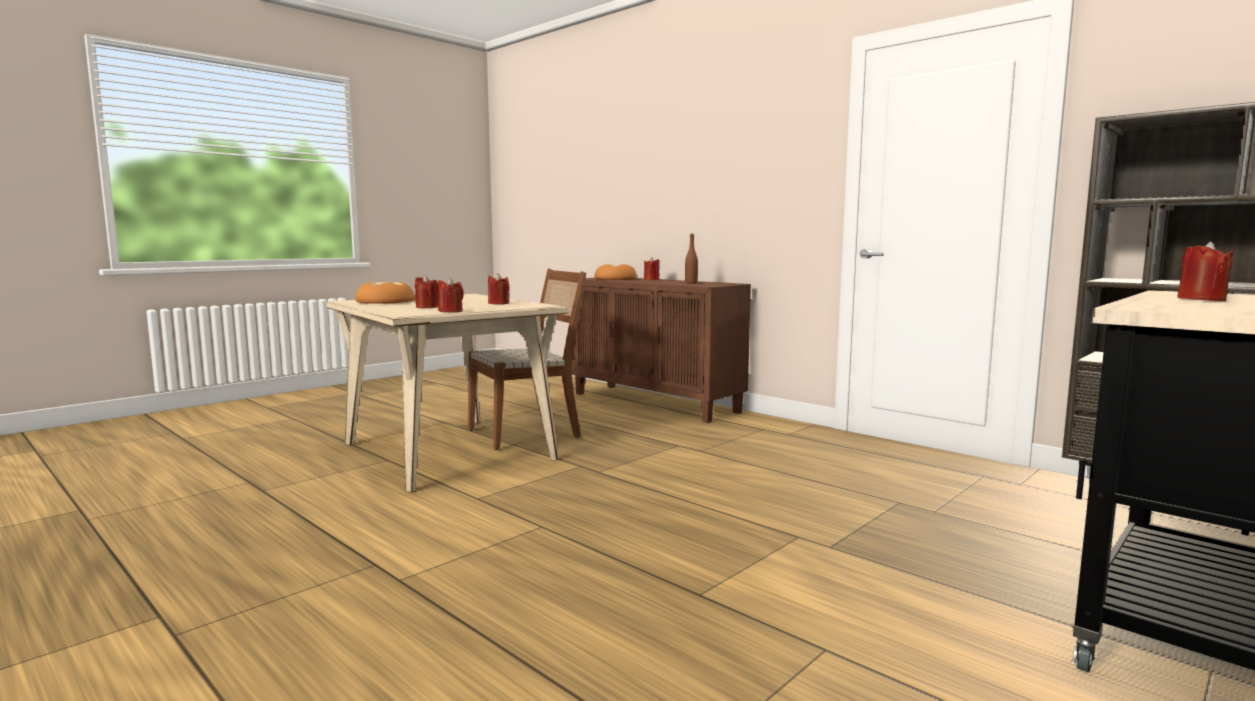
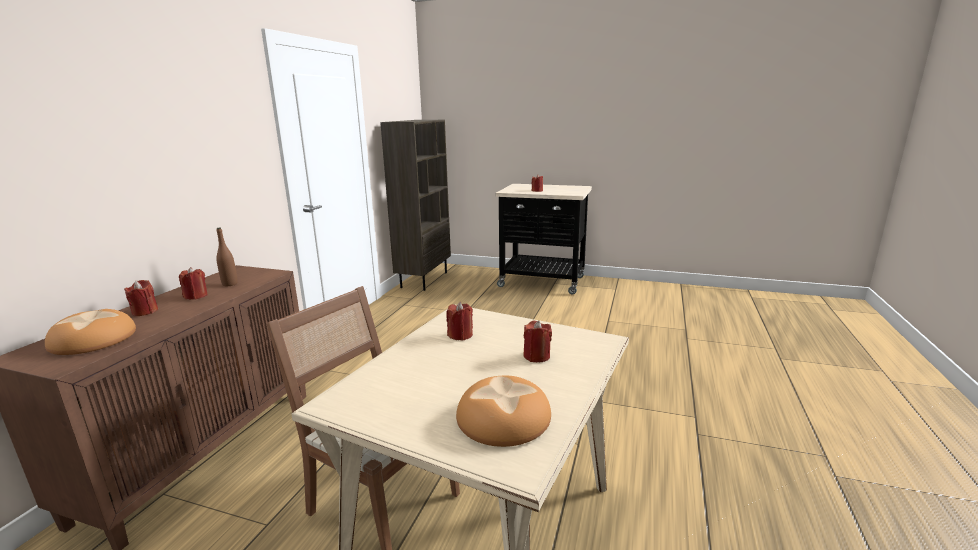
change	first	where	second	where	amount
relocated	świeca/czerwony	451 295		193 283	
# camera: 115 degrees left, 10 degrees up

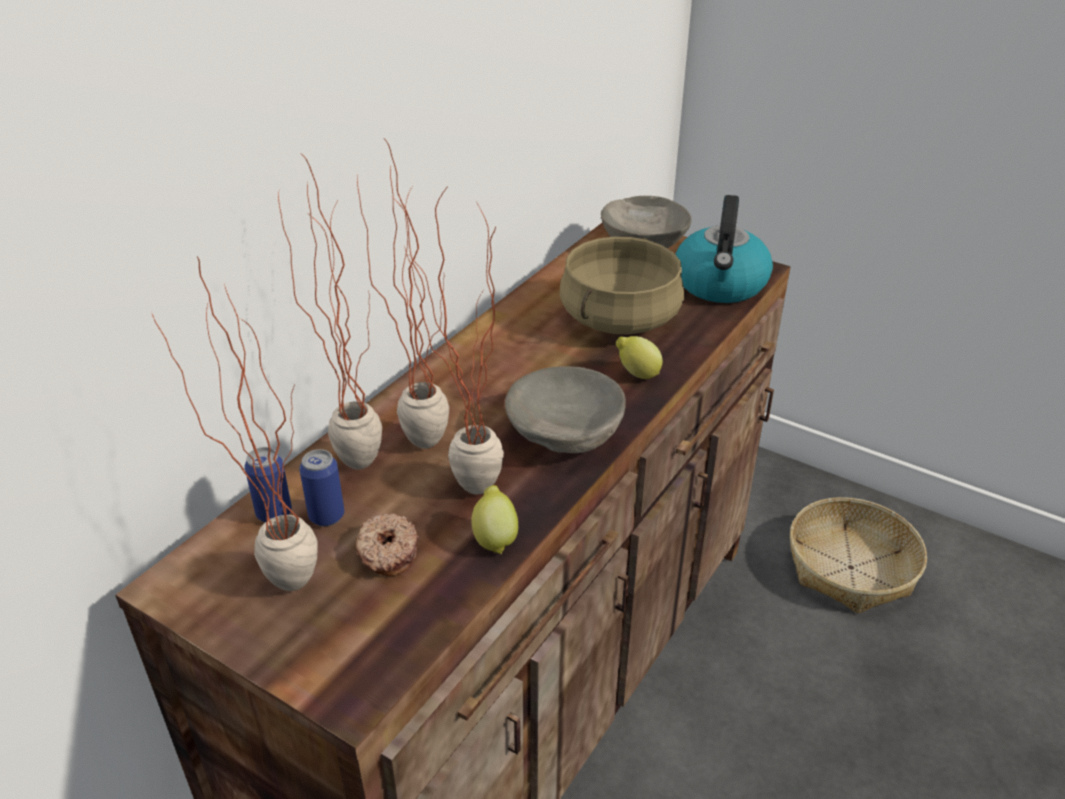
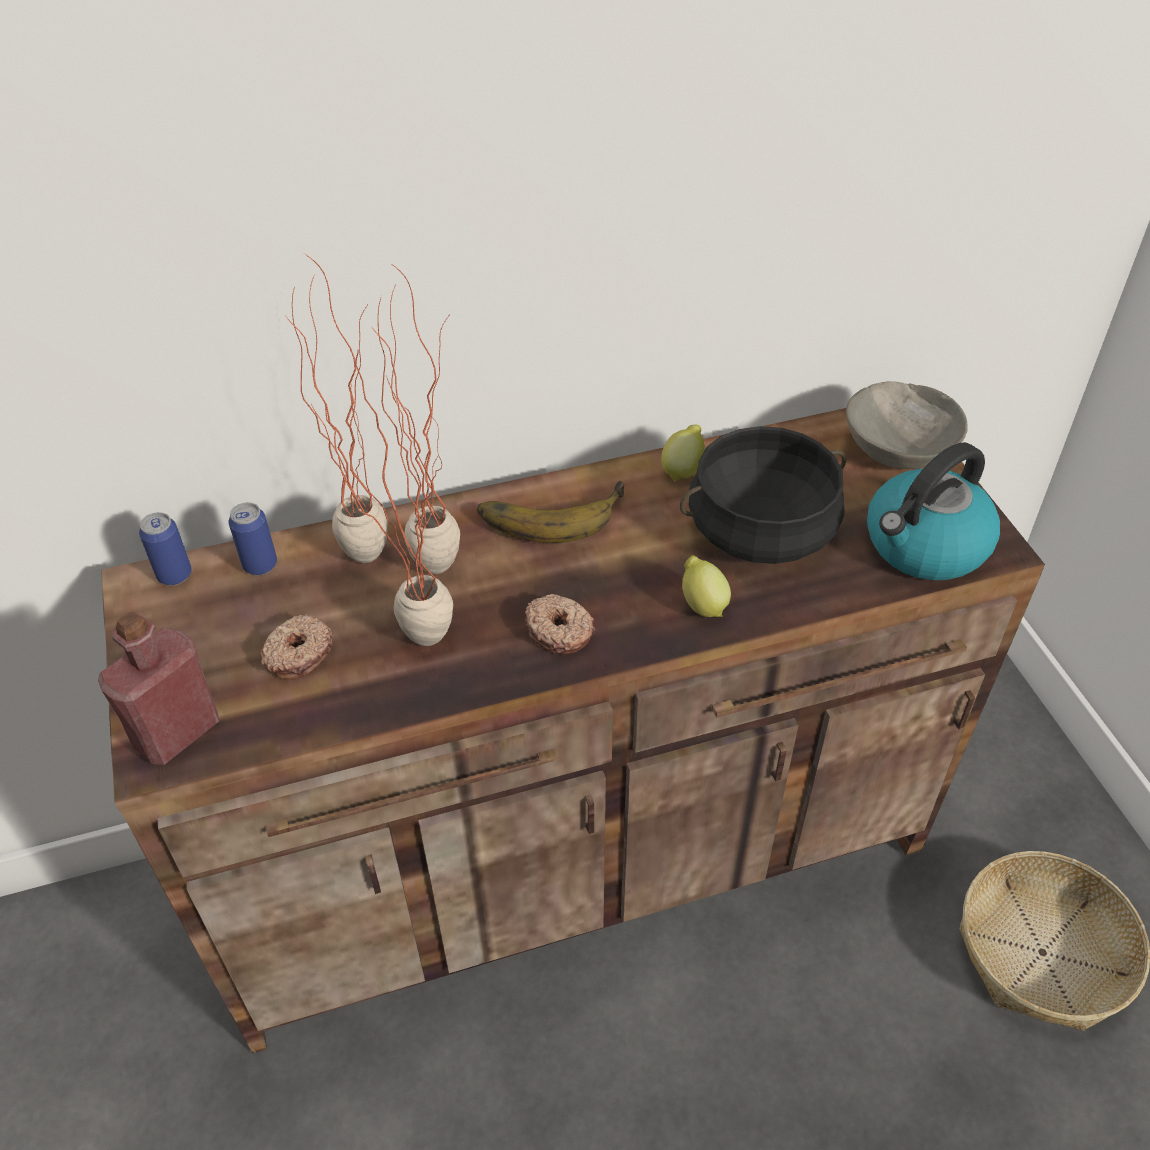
change	first	where	second	where	amount
colour	garnek/beżowy	622 285	garnek/czarny	763 495	
missing	roślina doniczkowa	234 423			
exchanged	miska/szary	565 409	donut	560 624	
relocated	puszka	321 487		165 549	
relocated	cytryna	494 519		683 453	
appeared			banan	550 512	
appeared			butelka/czerwony	158 688	
# camera: 40 degrees right, 10 degrees up

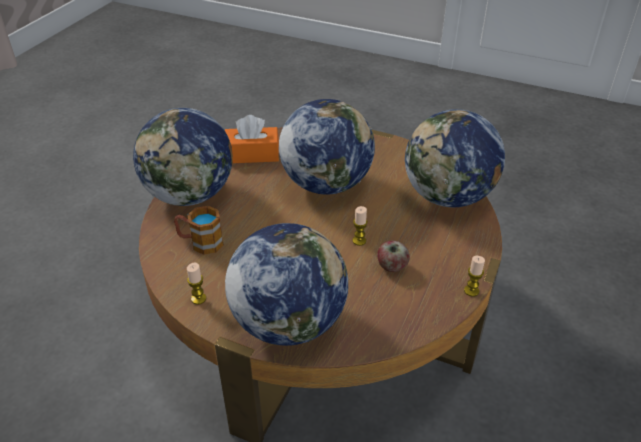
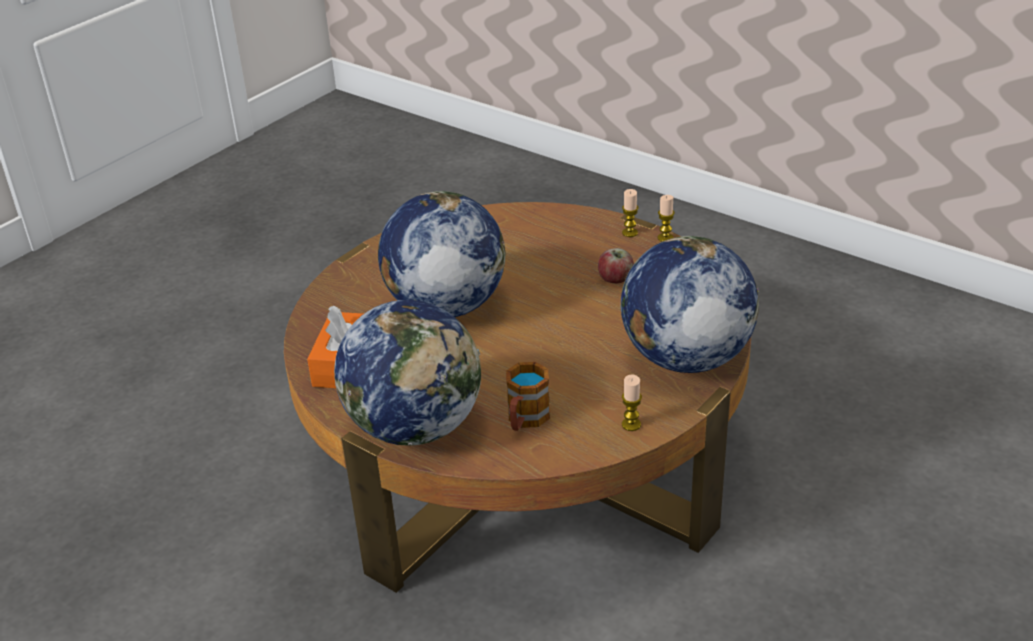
change	first	where	second	where	amount
missing	globus	455 158			
relocated	świeca	360 226		630 213	
# camera: 75 degrees left, 5 degrees down

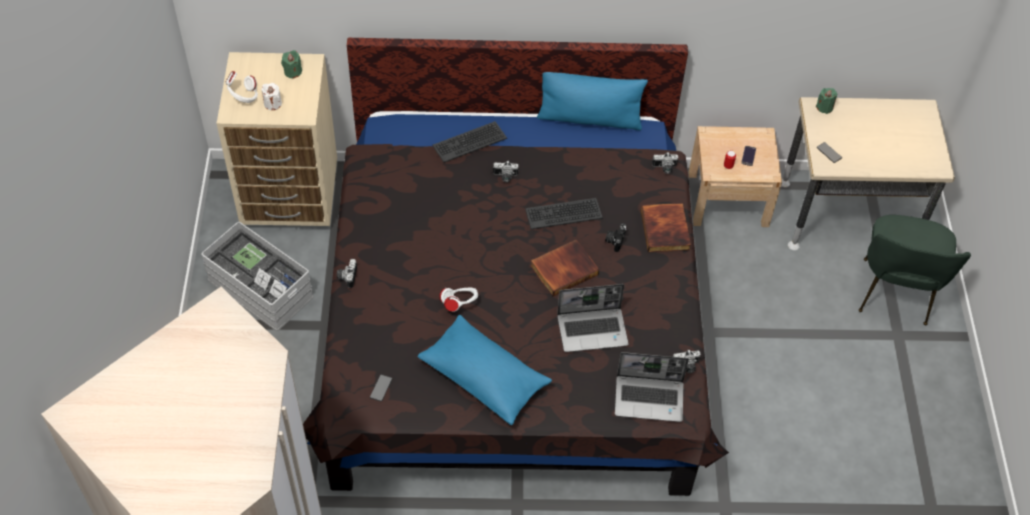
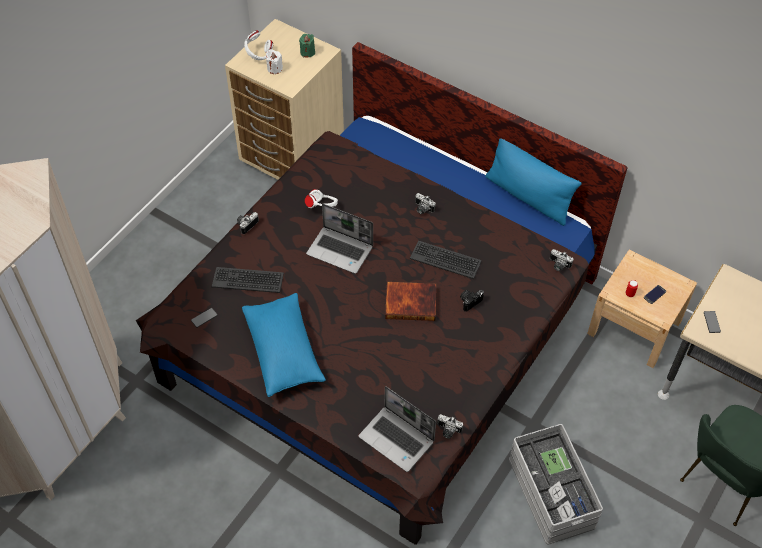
change	first	where	second	where	amount
missing	świeca/zielony	826 101			
relocated	klawiatura	469 142		248 280	
missing	książka	666 227			
relocated	pojemnik do przechowywania/szary	257 276		556 484	
relocated	laptop	593 318		339 239	
relocated	słuchawki/biały	458 300		321 198	
# camera: 35 degrees right, 0 degrees up

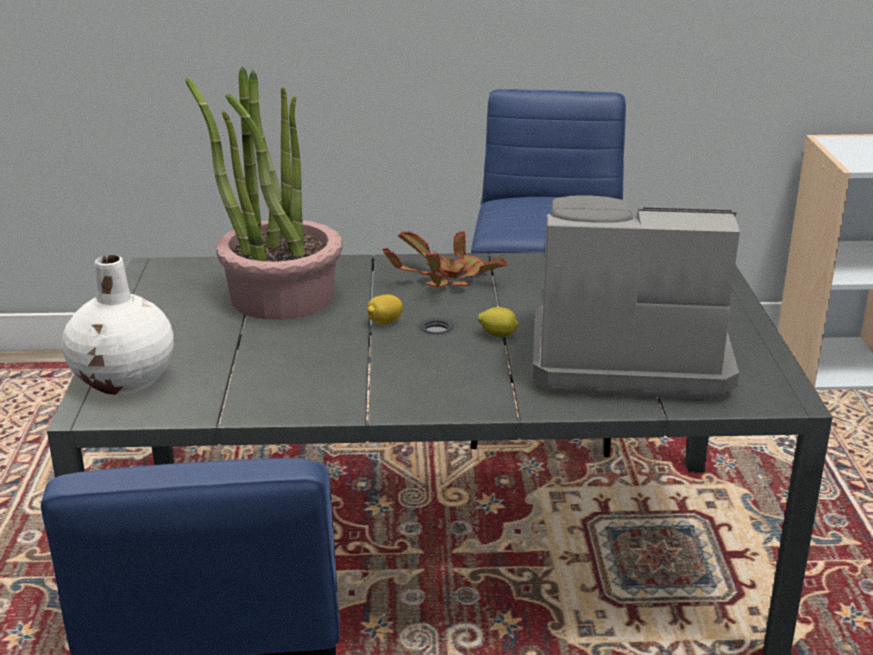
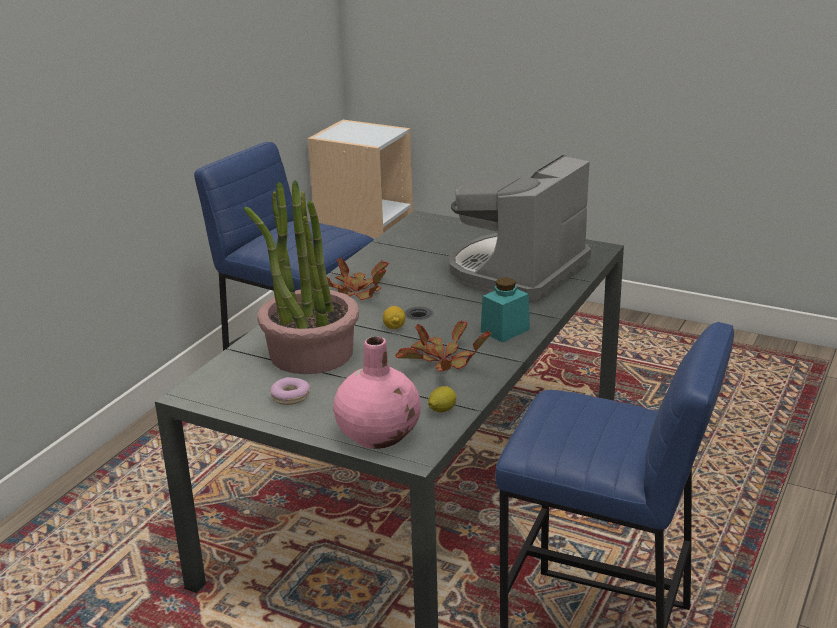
change	first	where	second	where	amount
colour	wazon/biały	118 325	wazon/różowy	377 393	
relocated	cytryna	498 322		442 399	
appeared			słoik/turkusowy	505 309	
appeared			roślina doniczkowa	443 346	
appeared			donut	290 391	
# camera: 60 degrees left, 0 degrees up

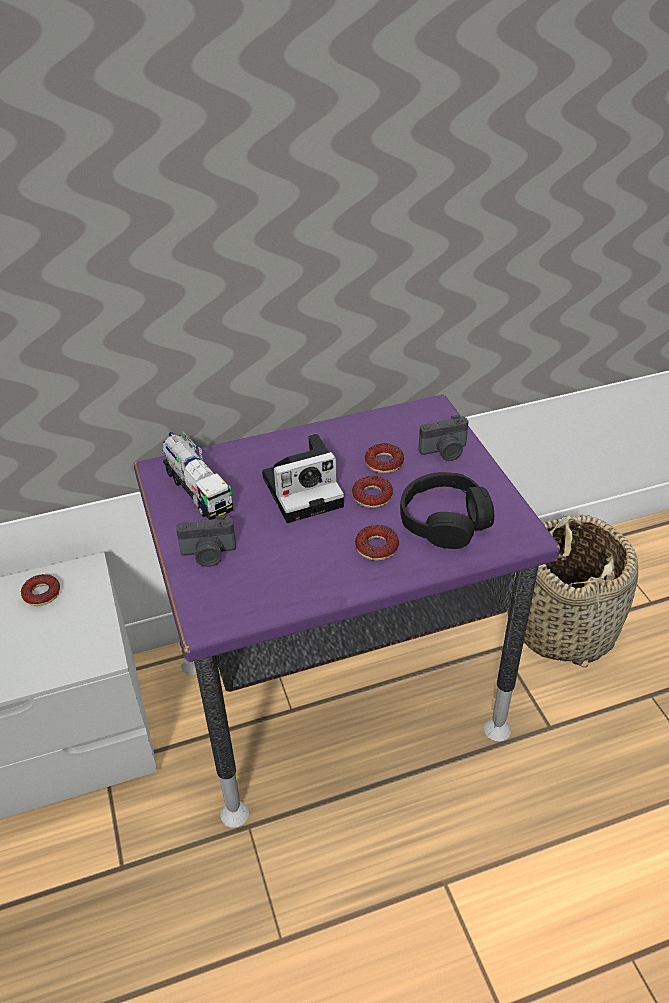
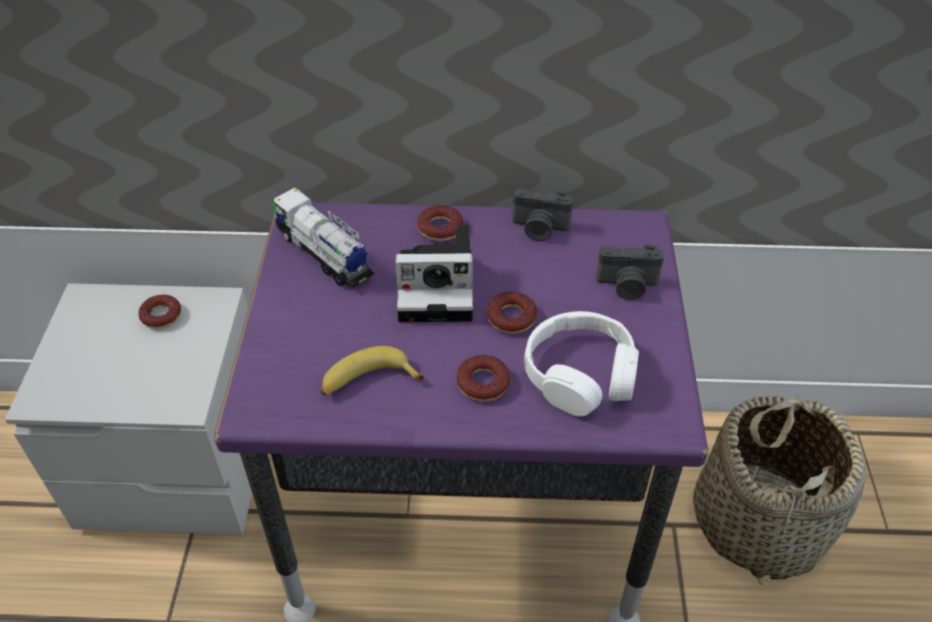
change	first	where	second	where	amount
spun	ciężarówka zabawkowa	197 476		323 238	150 degrees clockwise
relocated	donut	384 458		440 223	
colour	słuchawki/czarny	447 510	słuchawki/biały	581 363	
relocated	aparat fotograficzny	206 541		542 214	
appeared			banan	372 371	
# camera: 20 degrees right, 5 degrees up

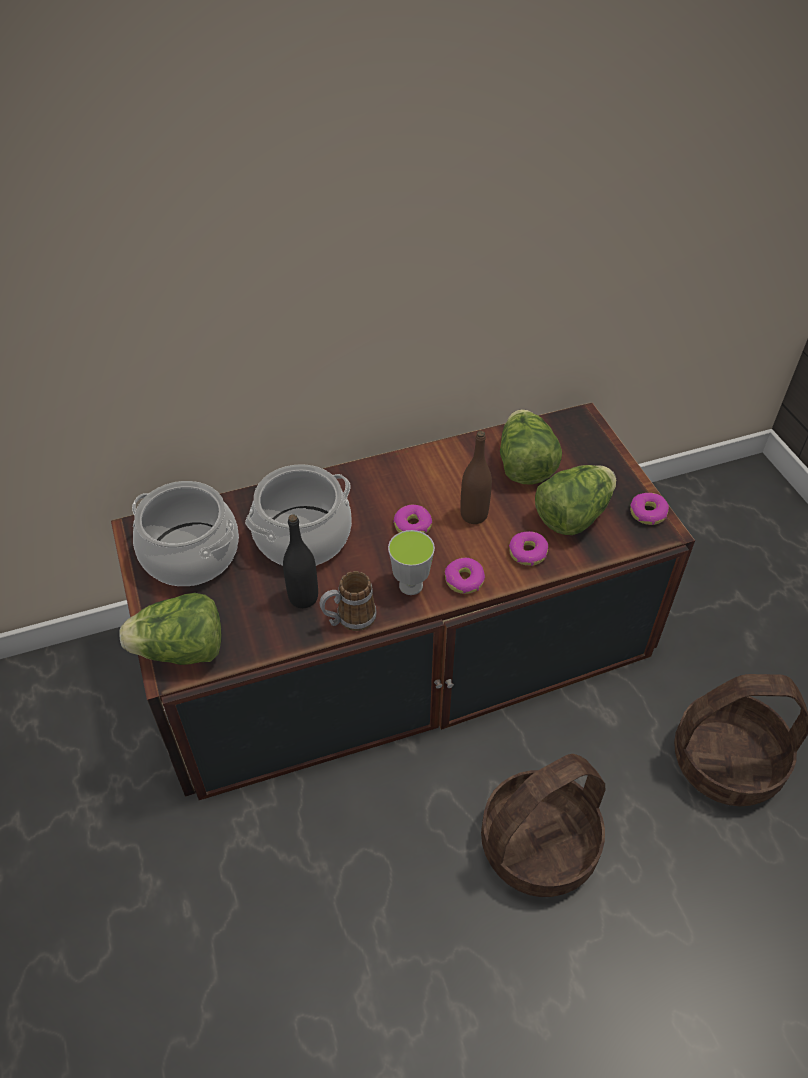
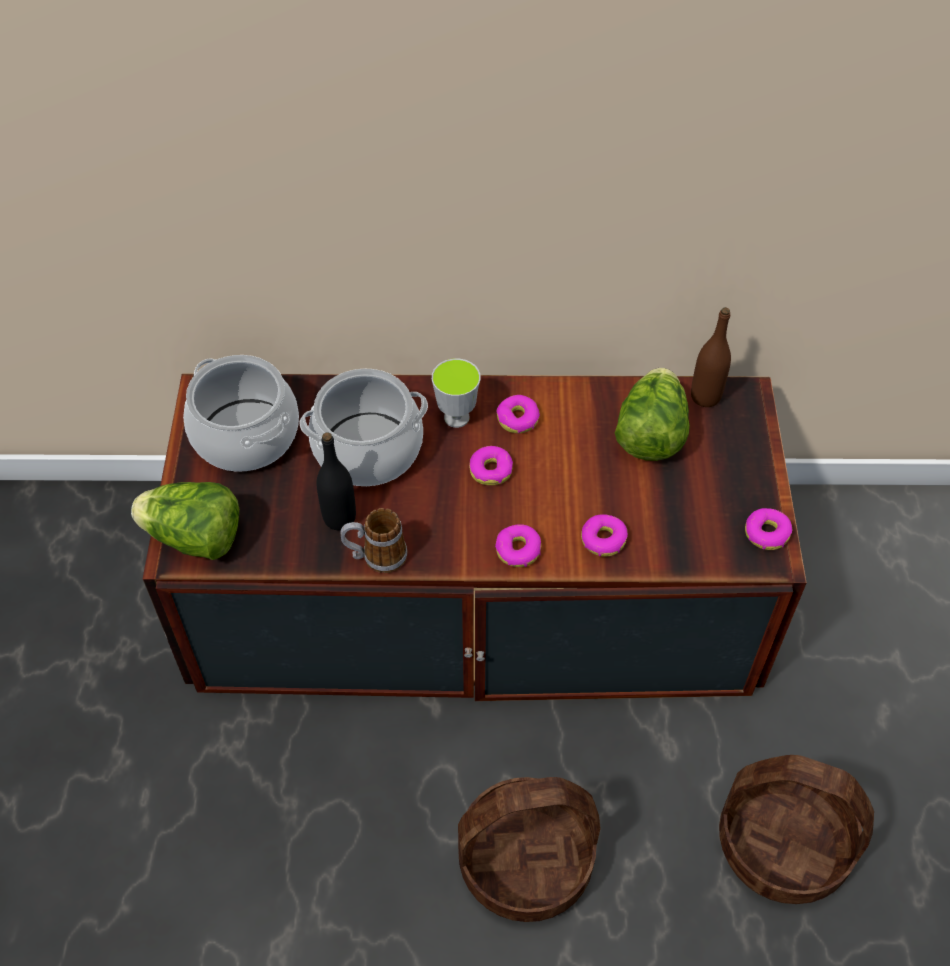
change	first	where	second	where	amount
relocated	butelka/brązowy	476 477		711 357	
missing	sałata	575 500			
relocated	filiżanka	411 562		456 393	
appeared			donut	518 414	
# camera: 20 degrees right, 5 degrees up

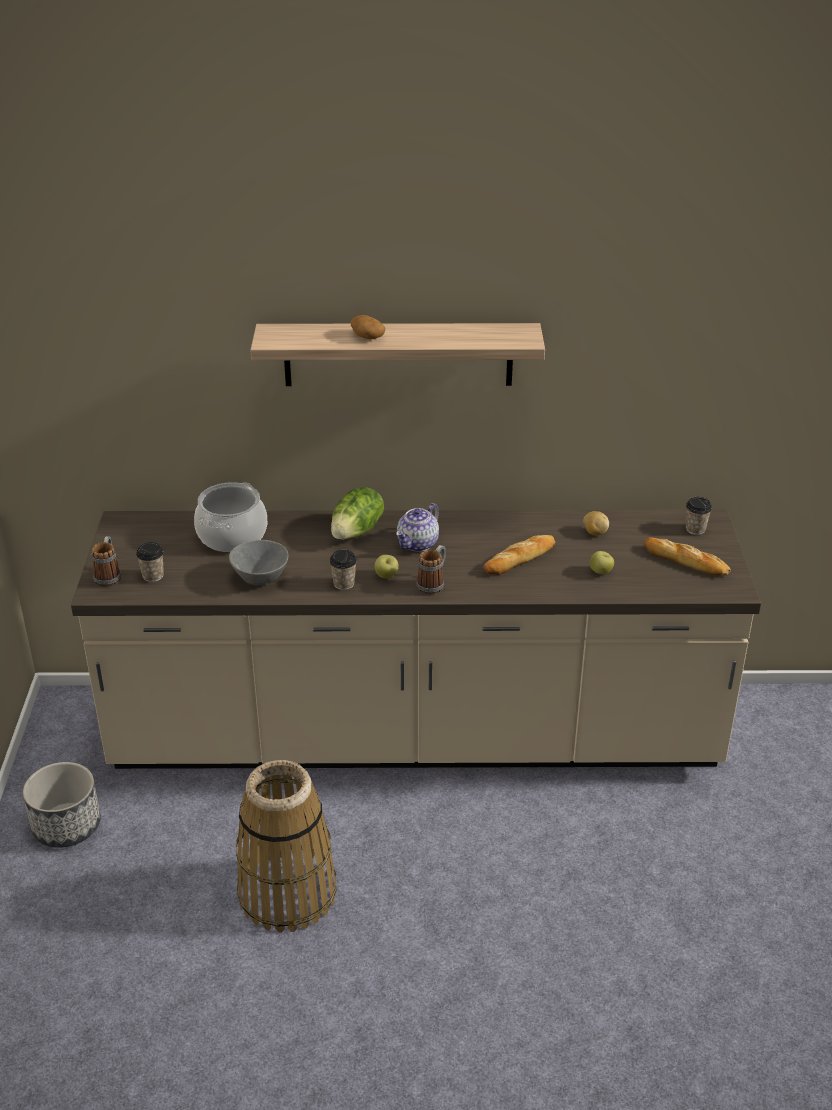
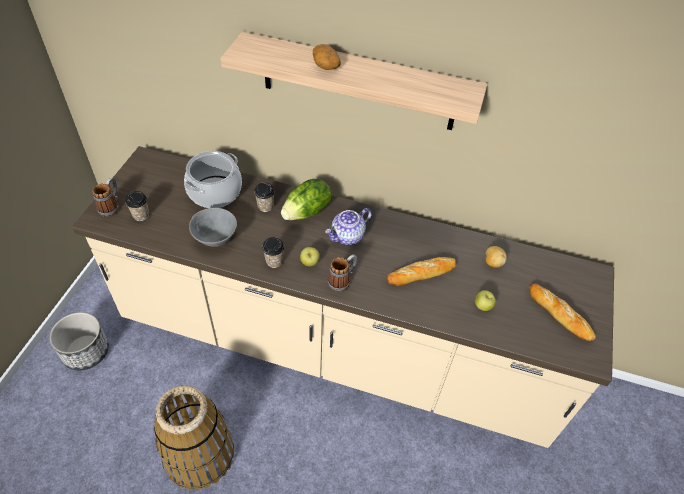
change	first	where	second	where	amount
relocated	filiżanka	699 516		264 197	
# camera: 15 degrees right, 15 degrees up

